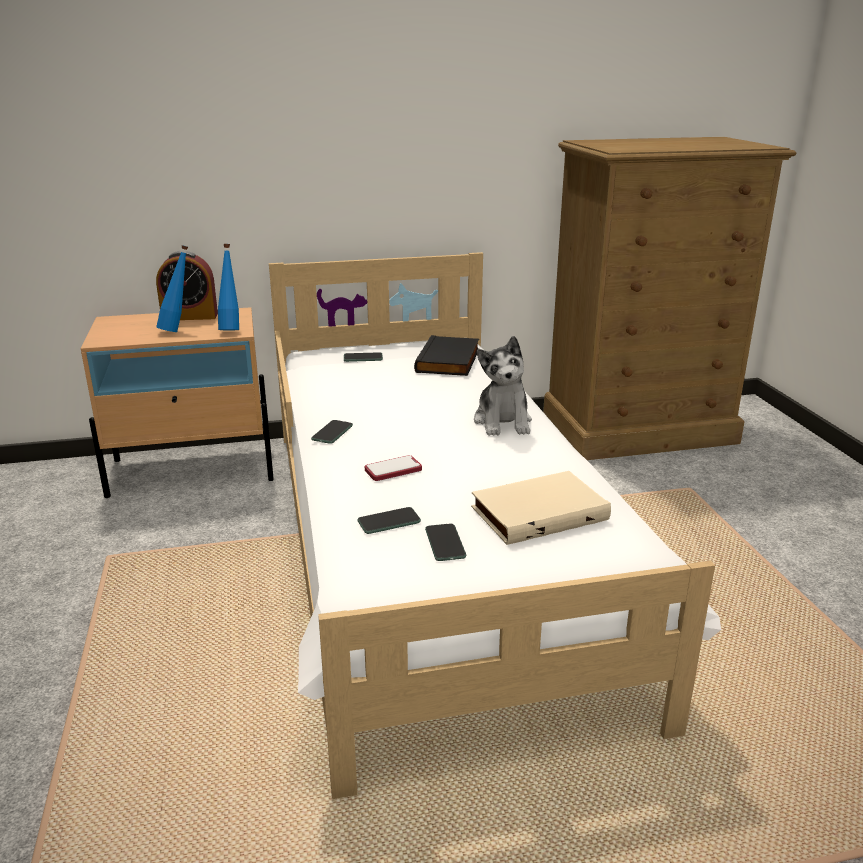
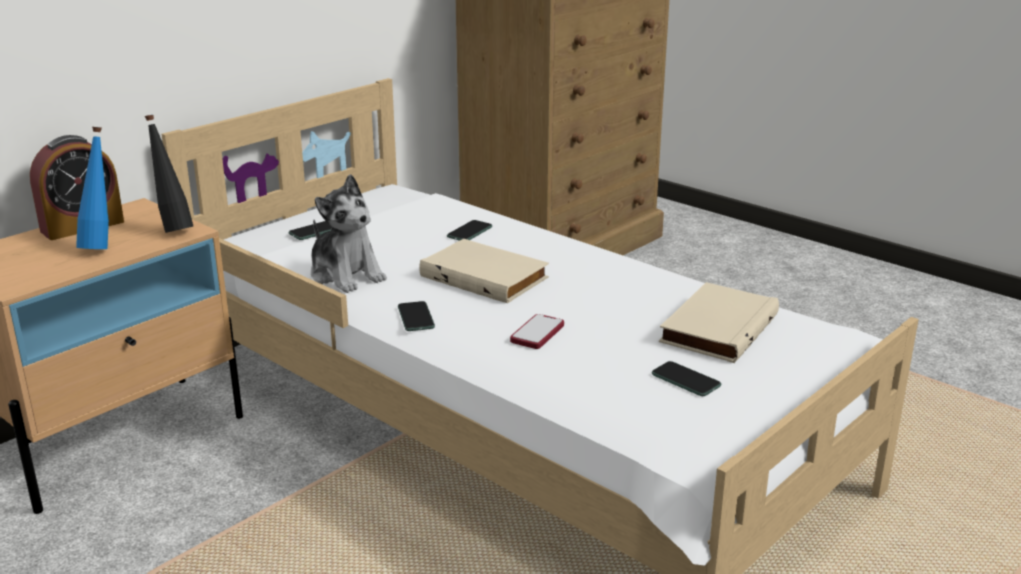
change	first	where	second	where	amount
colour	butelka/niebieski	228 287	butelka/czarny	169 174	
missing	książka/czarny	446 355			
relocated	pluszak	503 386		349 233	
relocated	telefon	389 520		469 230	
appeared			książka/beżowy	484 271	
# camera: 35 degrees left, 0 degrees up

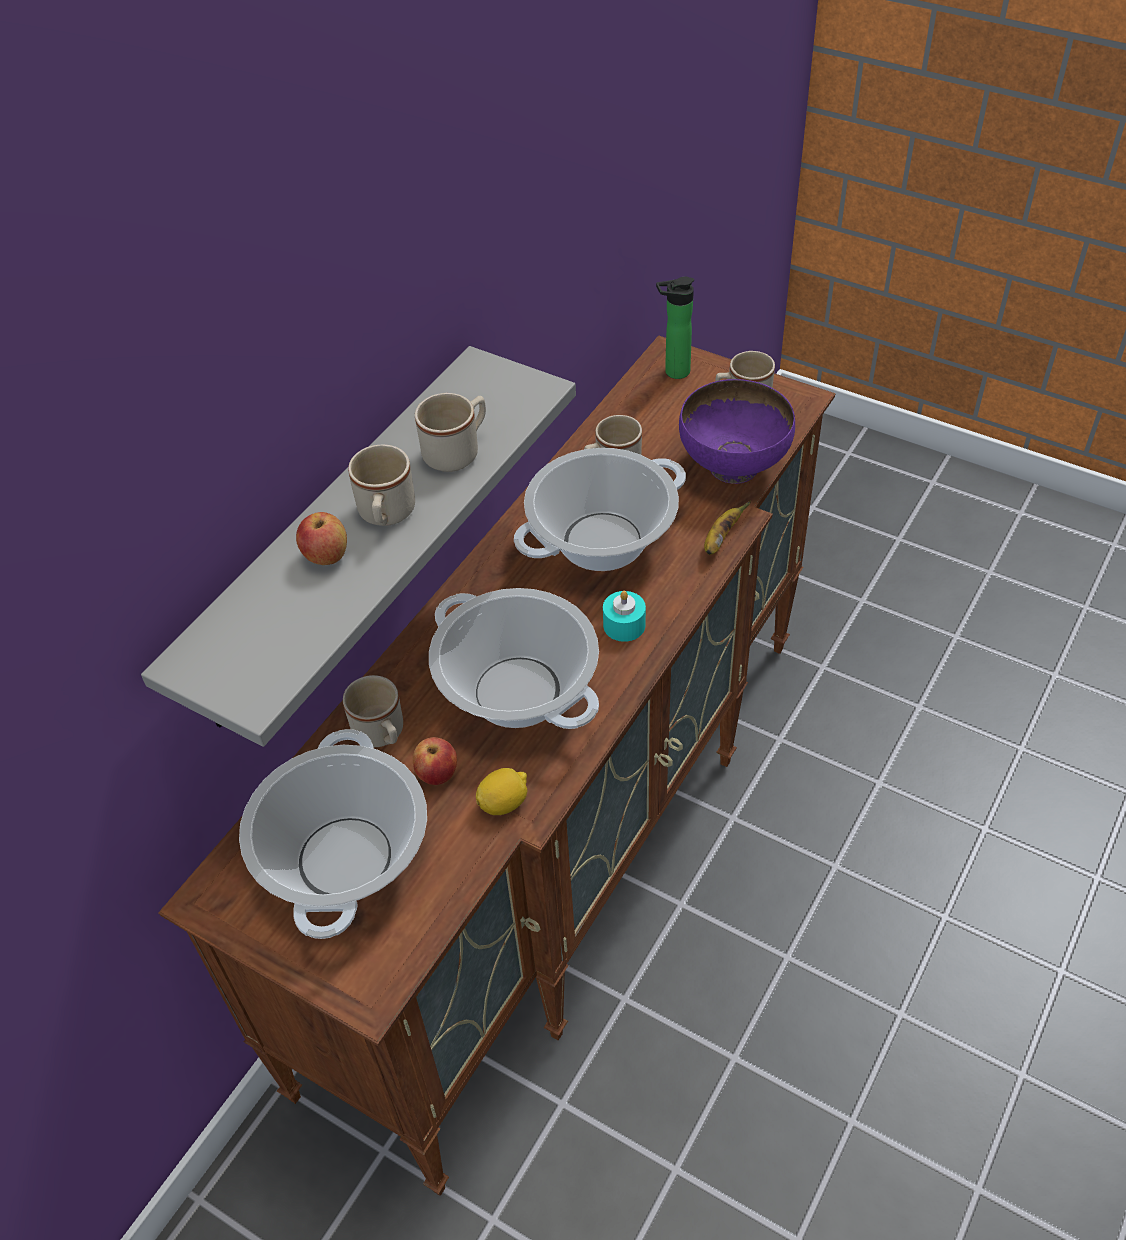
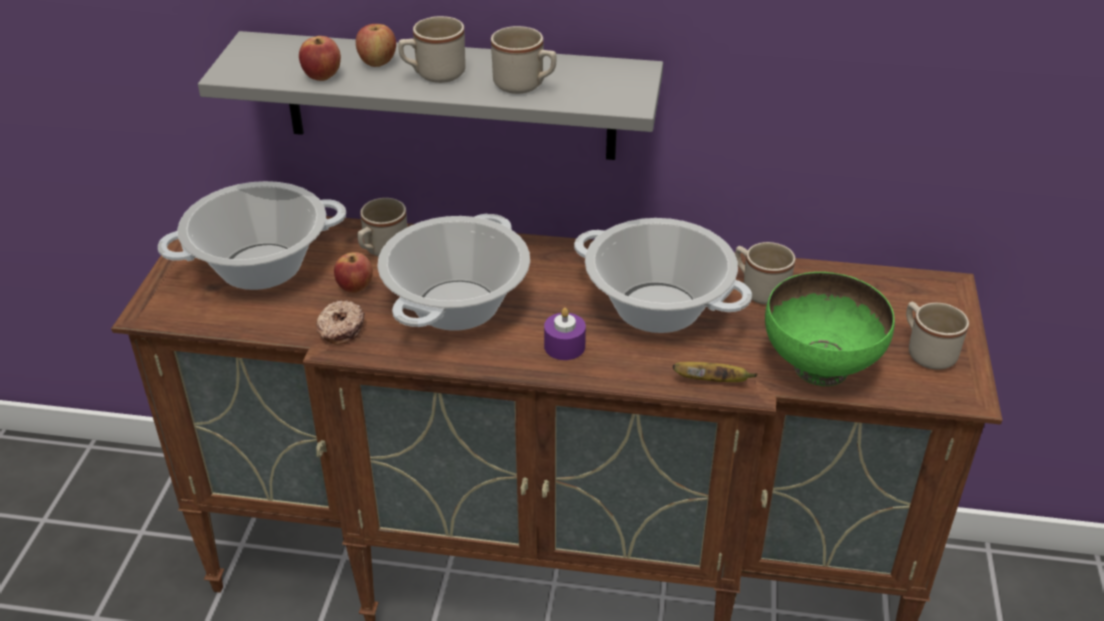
change	first	where	second	where	amount
missing	butelka	675 328			
colour	miska/fioletowy	737 431	miska/zielony	830 329	
colour	świeca/turkusowy	624 616	świeca/fioletowy	565 334	
exchanged	cytryna	502 791	donut	340 322	
appeared			jabłko	320 58	
# camera: 65 degrees right, 10 degrees down

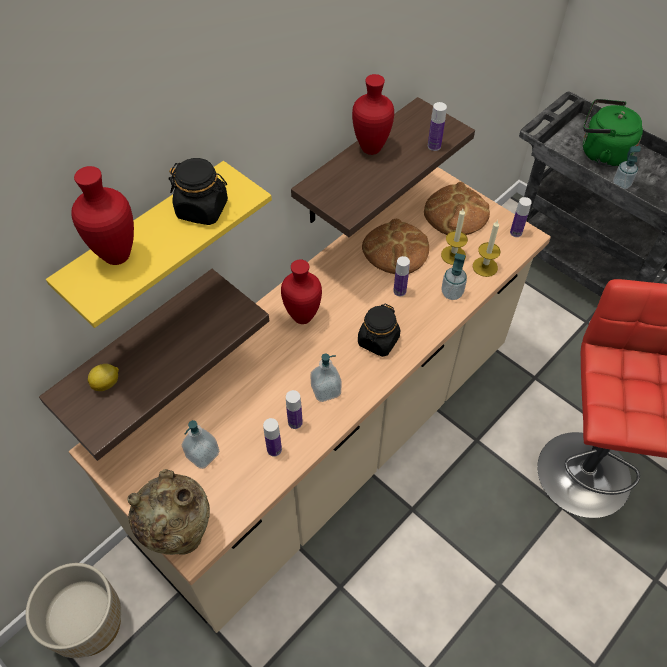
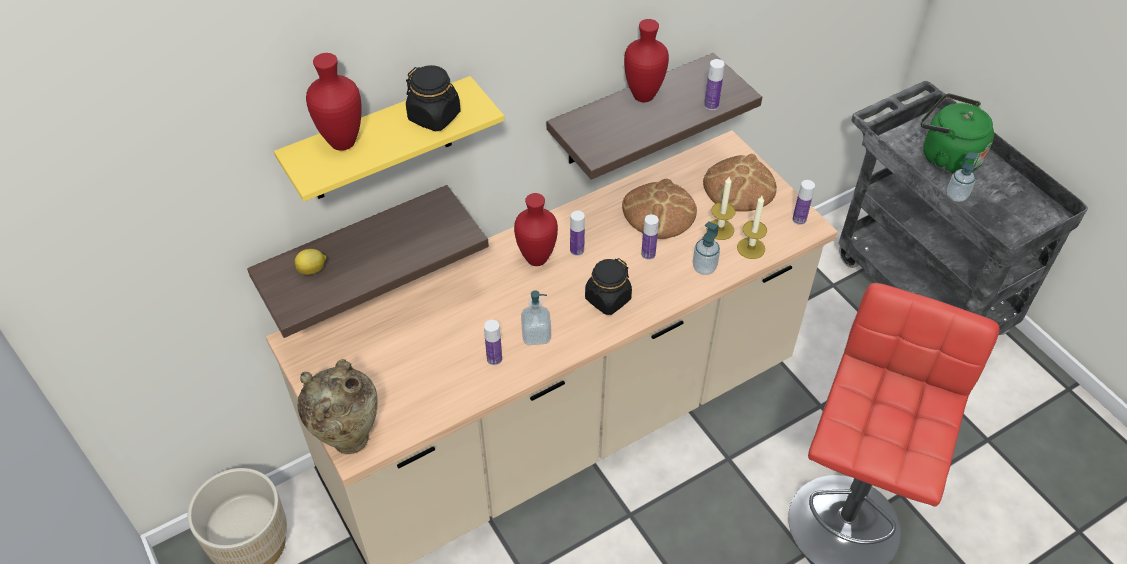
change	first	where	second	where	amount
relocated	butelka	272 437		577 233	
missing	dozownik mydła	200 444			
# camera: 15 degrees right, 5 degrees down

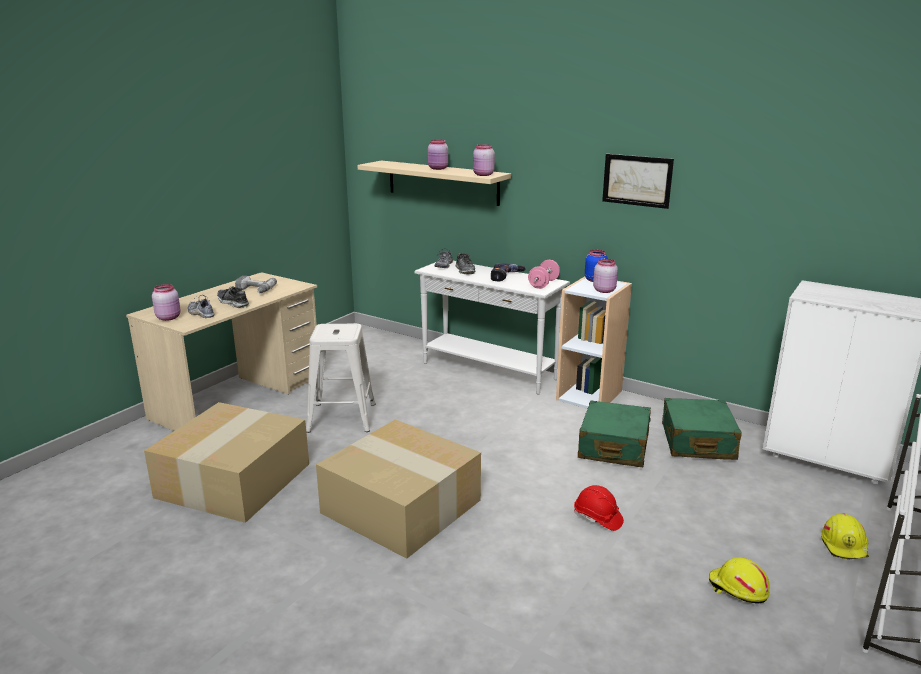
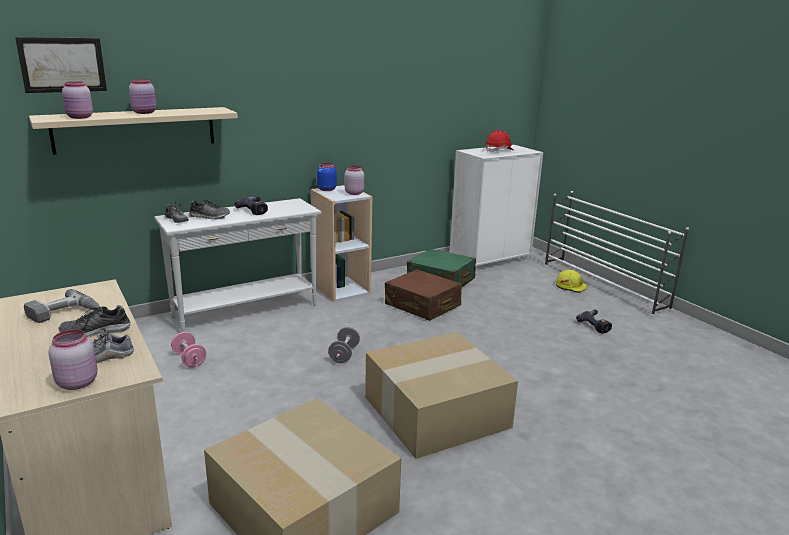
change	first	where	second	where	amount
relocated	słoik/różowy	484 160		77 100	
relocated	obraz	638 181		61 65	
relocated	hantel/różowy	544 274		188 350	
missing	stołek/biały	341 378			
colour	walizka/zielony	614 433	walizka/brązowy	423 295	
relocated	kask/czerwony	599 508		499 141	
exchanged	kask/żółty	739 580	wiertarka	594 322	
appeared			hantel/szary	344 345	
# camera: 65 degrees left, 0 degrees up

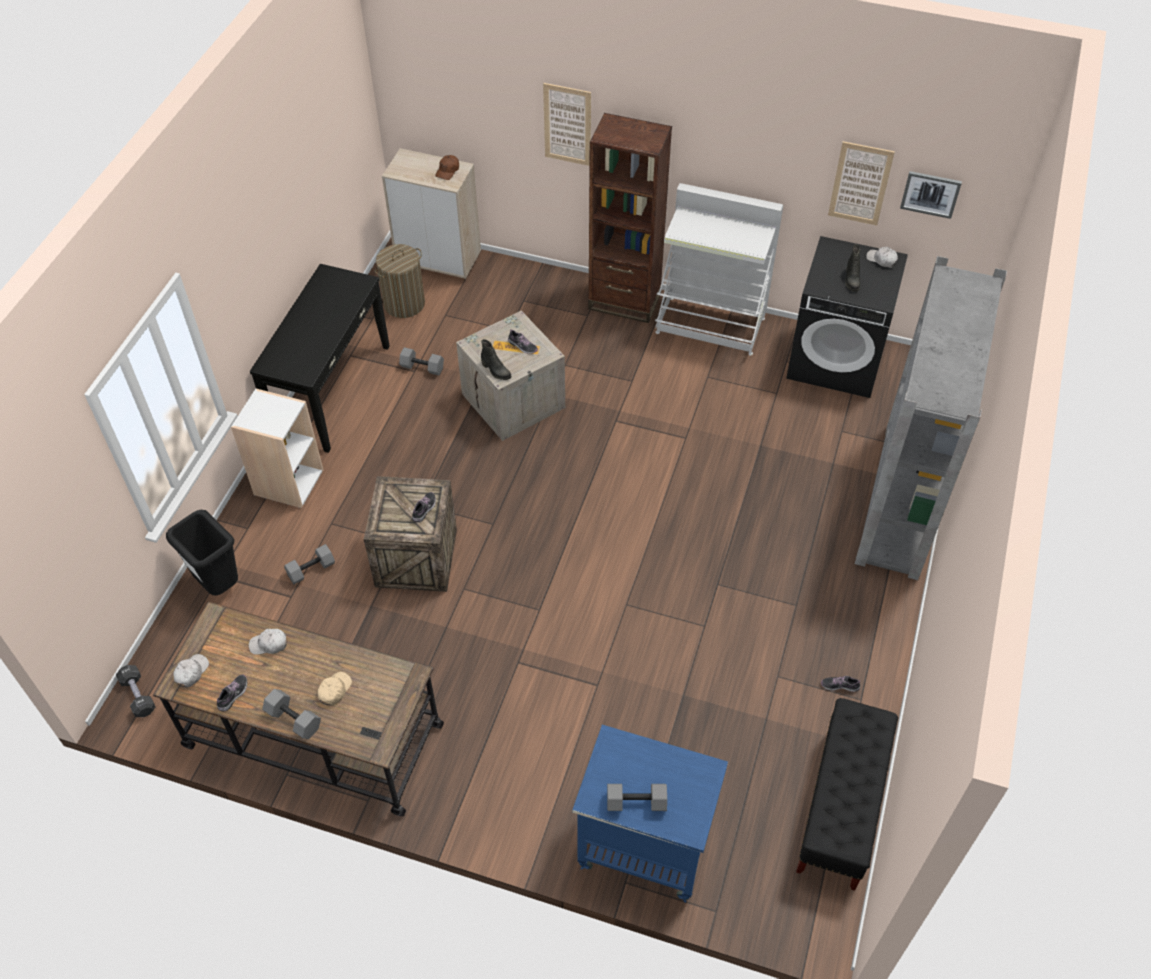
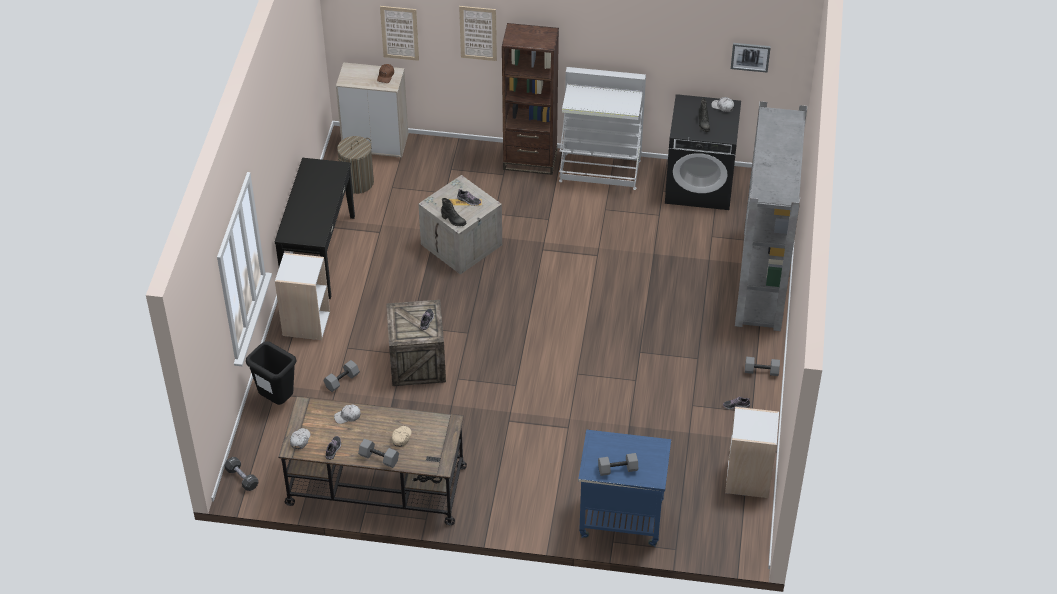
change	first	where	second	where	amount
relocated	obraz	861 183		399 33	
relocated	hantel/szary	421 361		762 366	
exchanged	ławka/czarny	847 794	regał	752 452	
# camera: 10 degrees left, 5 degrees down

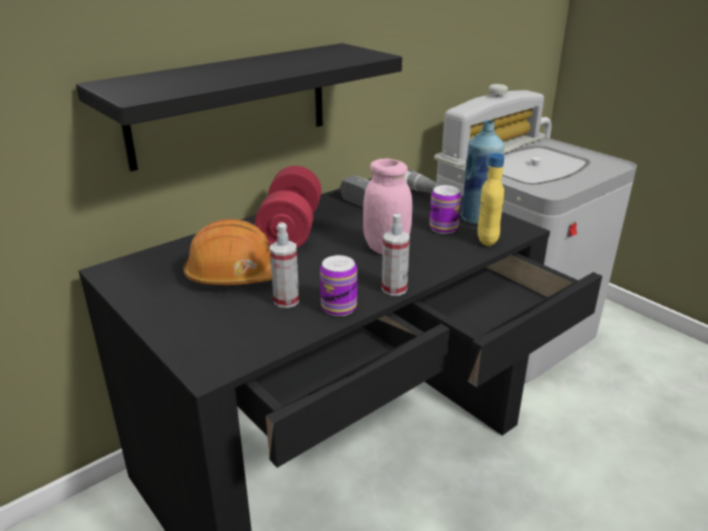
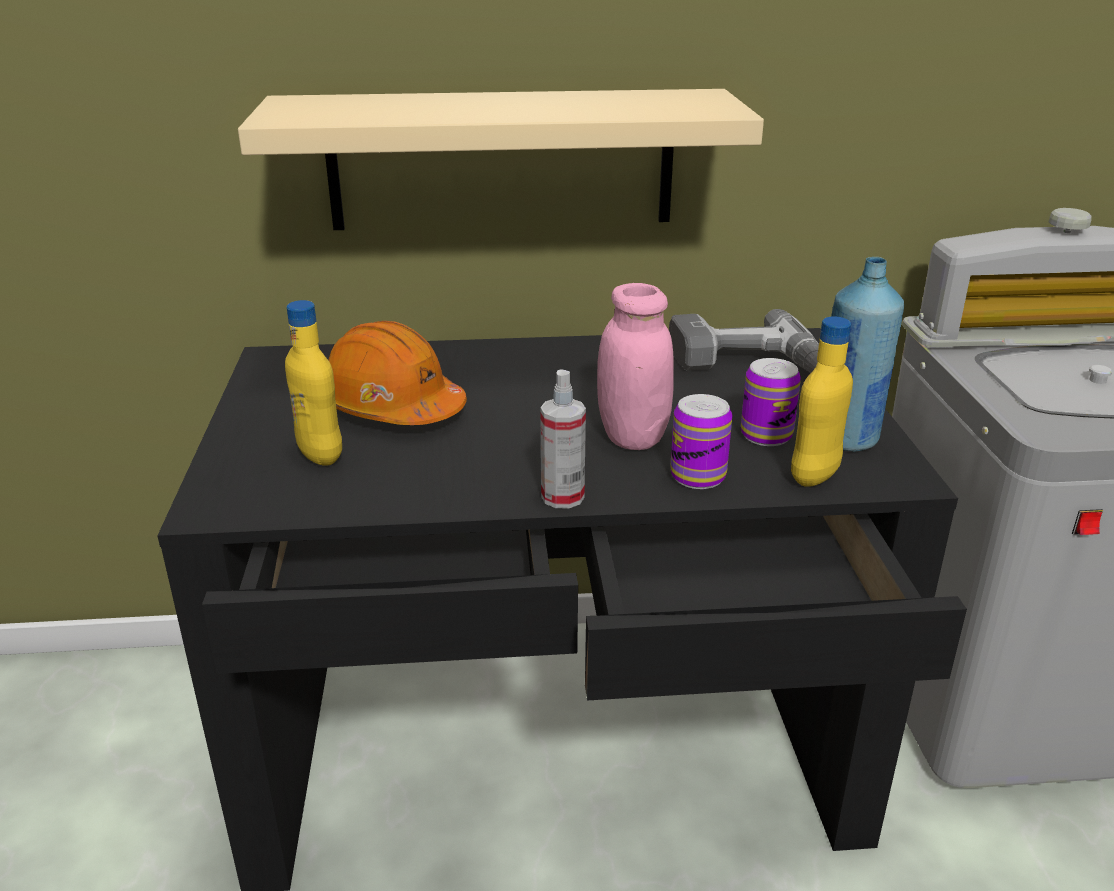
change	first	where	second	where	amount
colour	półka/czarny	239 107	półka/beżowy	501 159	
missing	hantel/czerwony	288 207			
missing	spryskiwacz	284 266			
relocated	puszka	338 285		701 441	
appeared			butelka/żółty	313 383	
# camera: 35 degrees right, 0 degrees up

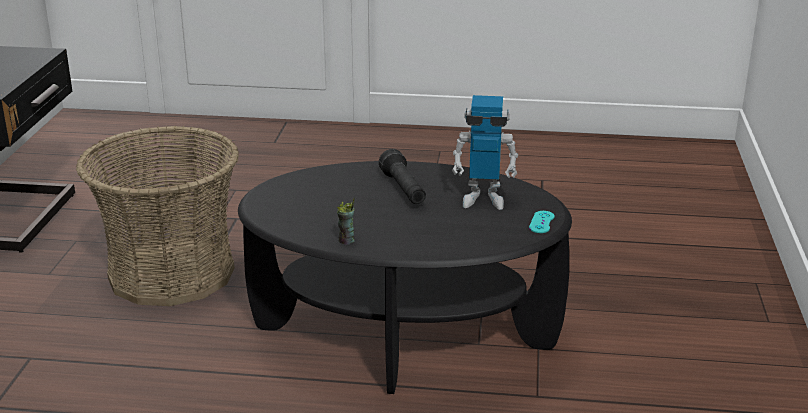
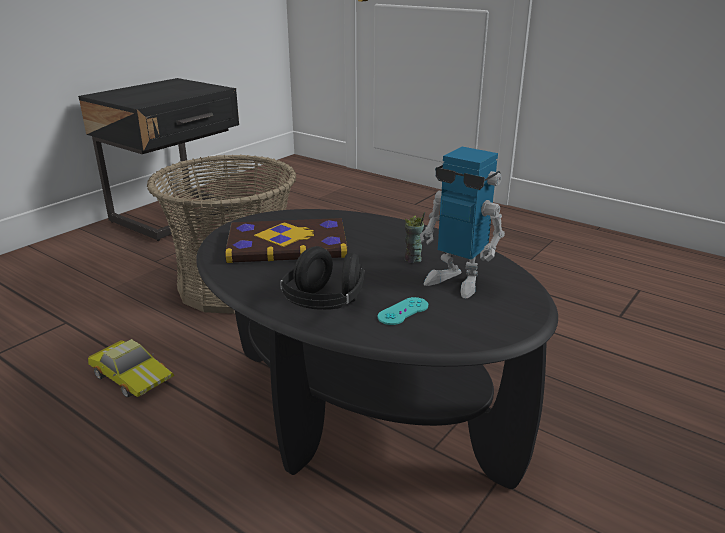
change	first	where	second	where	amount
missing	latarka/czarny	402 176			
relocated	filiżanka	346 221		415 237	
relocated	pad do gier/turkusowy	542 222		402 311	
appeared			książka	286 240	
appeared			słuchawki/czarny	322 278	
appeared			samochodzik	131 368	
# camera: 30 degrees right, 0 degrees up

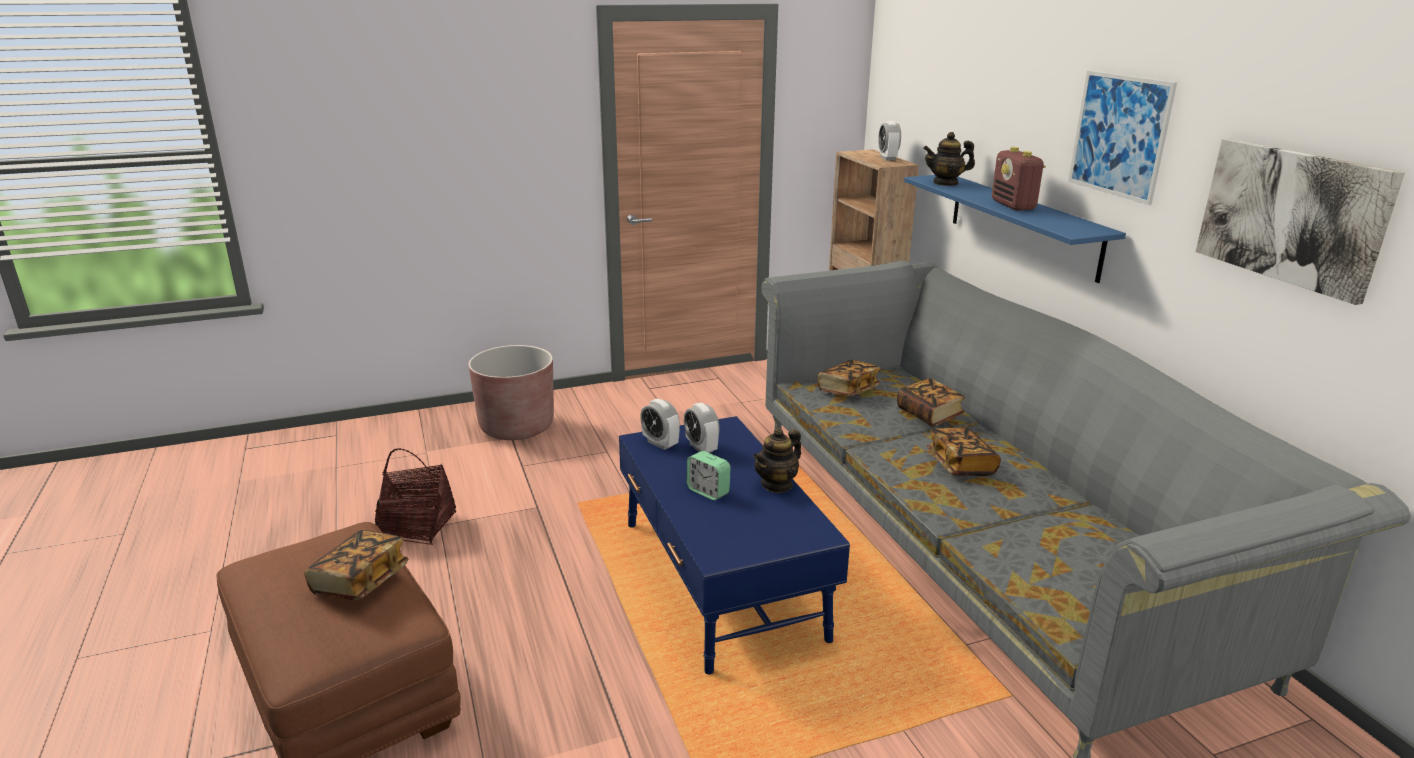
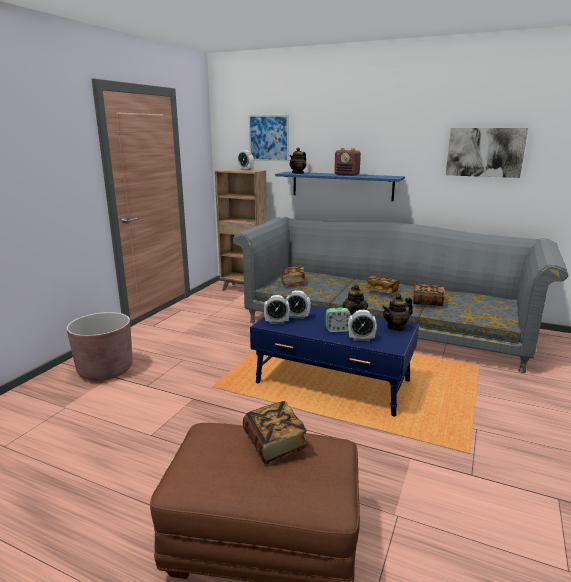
change	first	where	second	where	amount
relocated	obraz	1122 137		269 138	
relocated	książka	931 402		429 295	
missing	koszyk	415 496			
appeared			imbryk	397 312	
appeared			budzik	362 325	
# camera: 45 degrees left, 5 degrees down

